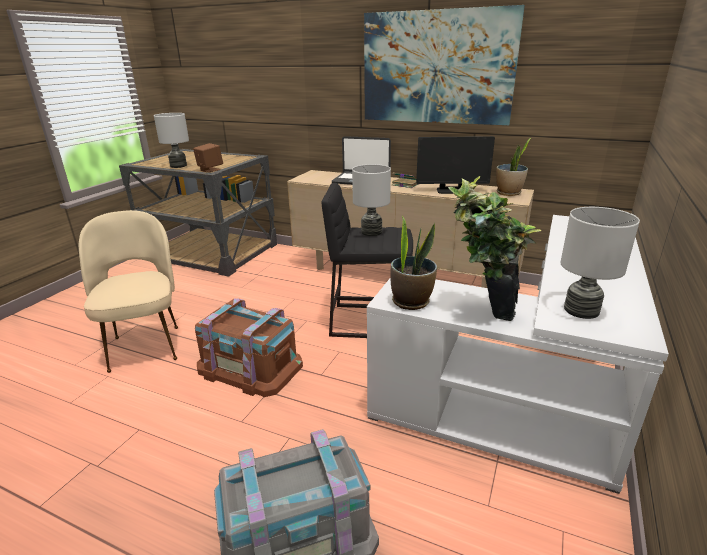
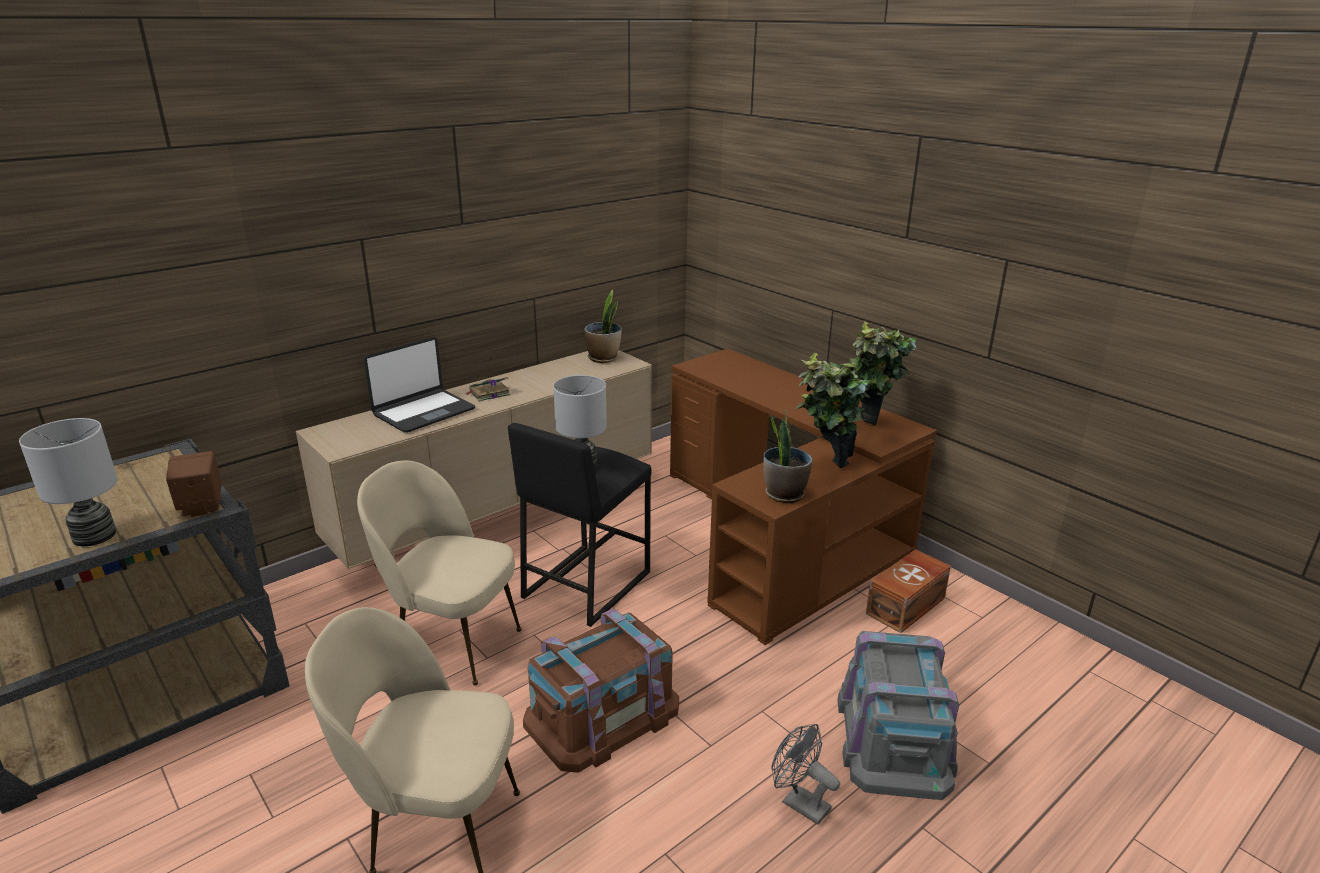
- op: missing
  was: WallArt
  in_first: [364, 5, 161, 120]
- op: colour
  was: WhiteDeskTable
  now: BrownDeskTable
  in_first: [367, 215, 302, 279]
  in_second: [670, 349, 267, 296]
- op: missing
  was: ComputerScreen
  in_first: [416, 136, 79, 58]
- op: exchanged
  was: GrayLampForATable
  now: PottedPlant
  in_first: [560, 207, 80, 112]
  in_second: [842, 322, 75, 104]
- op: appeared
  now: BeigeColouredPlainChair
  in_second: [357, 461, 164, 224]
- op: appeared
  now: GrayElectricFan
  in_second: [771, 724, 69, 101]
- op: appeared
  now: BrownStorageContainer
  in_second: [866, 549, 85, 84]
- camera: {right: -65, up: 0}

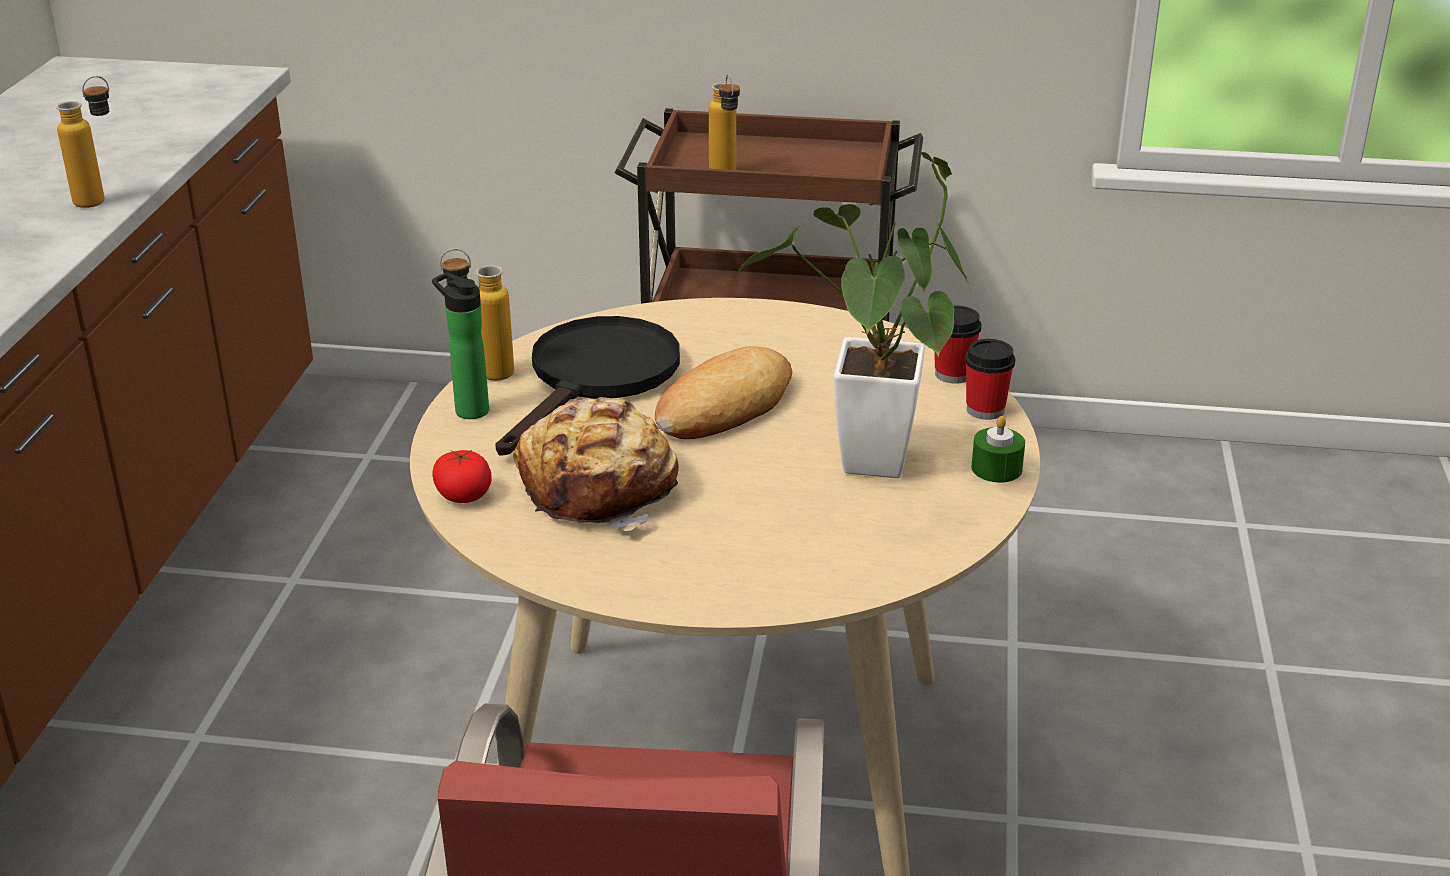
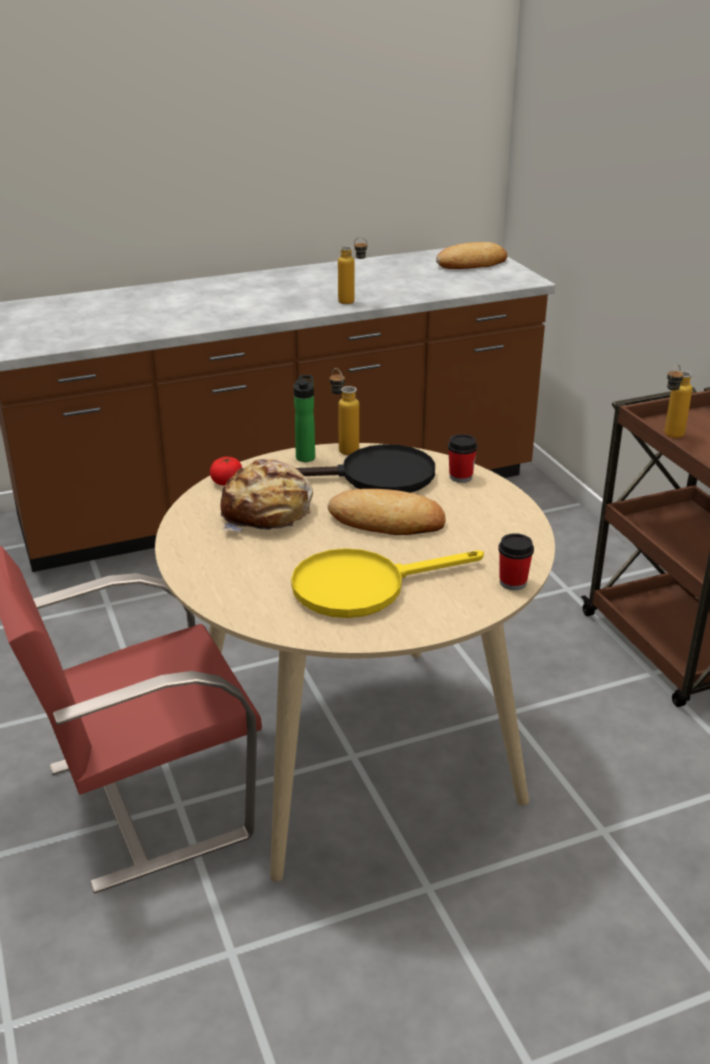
- op: exchanged
  was: PottedPlant
  now: YellowFryingPan
  in_first: [737, 152, 232, 326]
  in_second: [291, 548, 193, 70]
- op: relocated
  was: DrinkingCup
  in_first: [965, 339, 50, 81]
  in_second: [448, 434, 30, 49]
- op: missing
  was: GreenWaxLight
  in_first: [971, 416, 54, 66]
- op: appeared
  now: BakeryBread
  in_second: [436, 242, 71, 27]
- camera: {right: 60, up: 0}

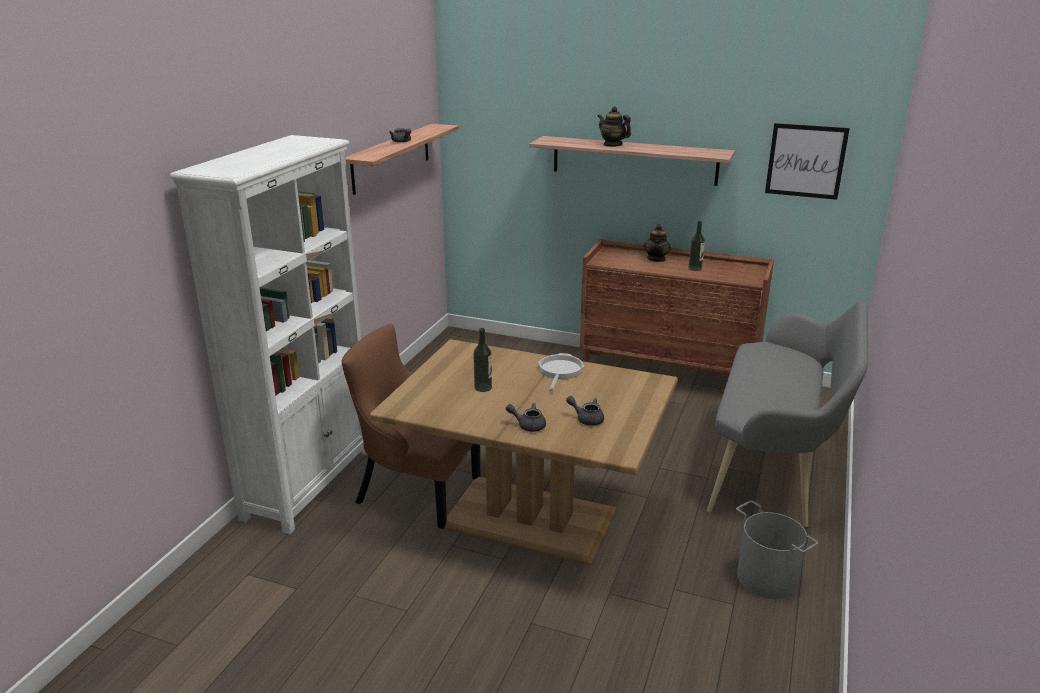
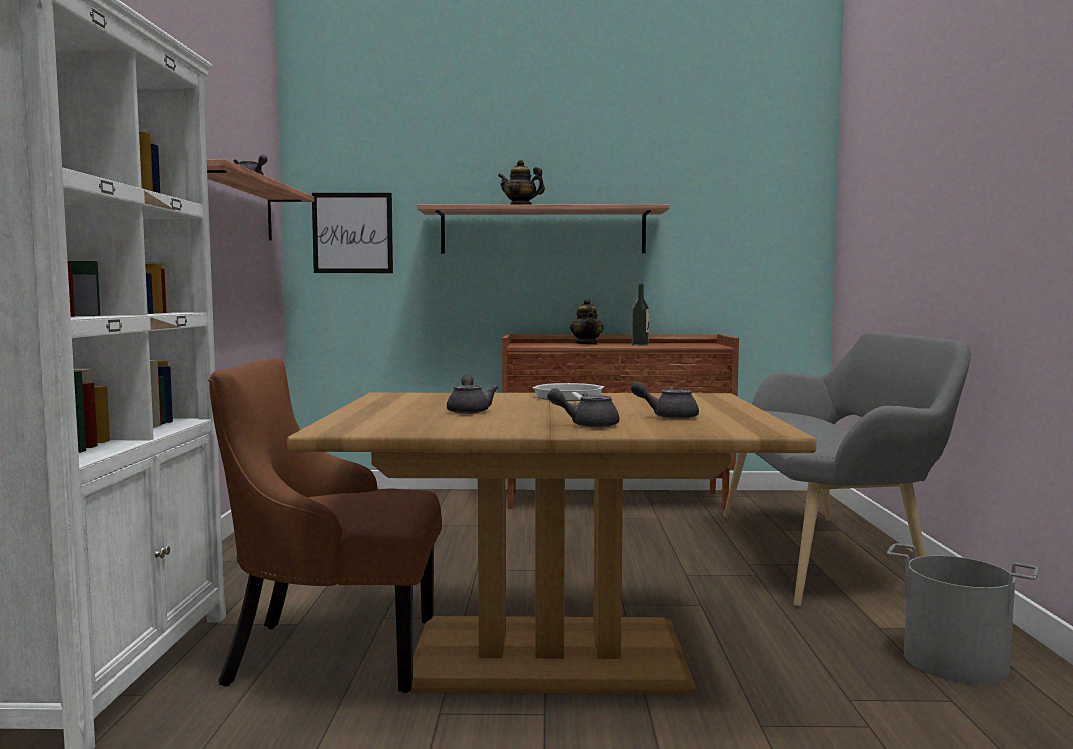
- op: exchanged
  was: DrinkBottle
  now: GrayTeaPot
  in_first: [473, 328, 19, 64]
  in_second: [447, 375, 51, 39]
- op: relocated
  was: WallArt
  in_first: [765, 123, 85, 77]
  in_second: [312, 193, 81, 80]
- camera: {right: -20, up: -20}

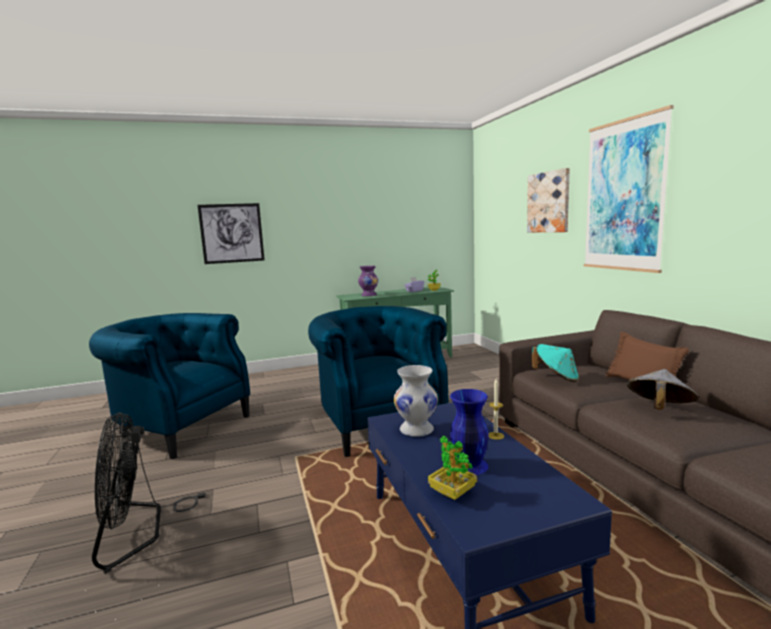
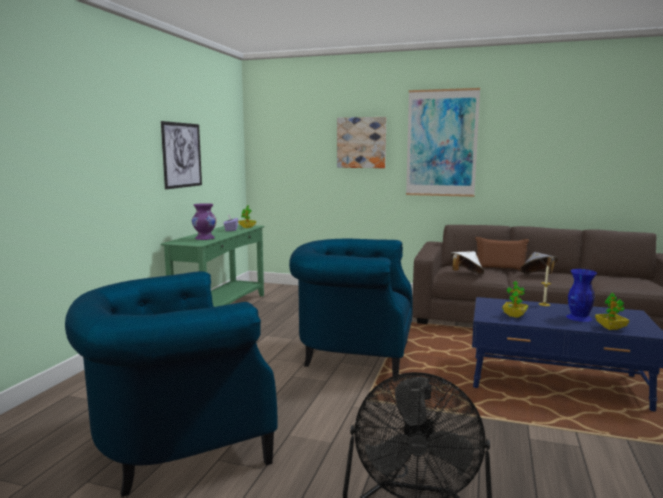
- op: relocated
  was: WallArt
  in_first: [198, 203, 67, 61]
  in_second: [161, 121, 41, 68]
- op: exchanged
  was: WhiteDecorativeVase
  now: PottedPlant
  in_first: [394, 365, 44, 72]
  in_second: [502, 281, 26, 37]
- op: colour
  was: BlueGreenHat
  now: WhiteHat
  in_first: [532, 344, 47, 38]
  in_second: [451, 251, 33, 23]
- camera: {right: -55, up: 0}

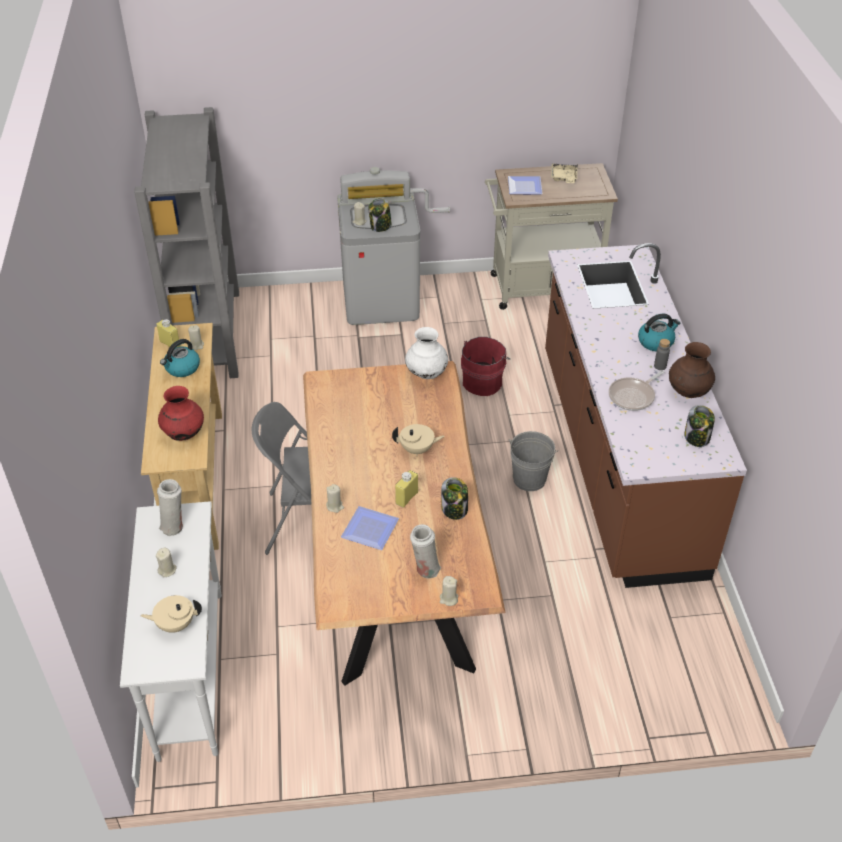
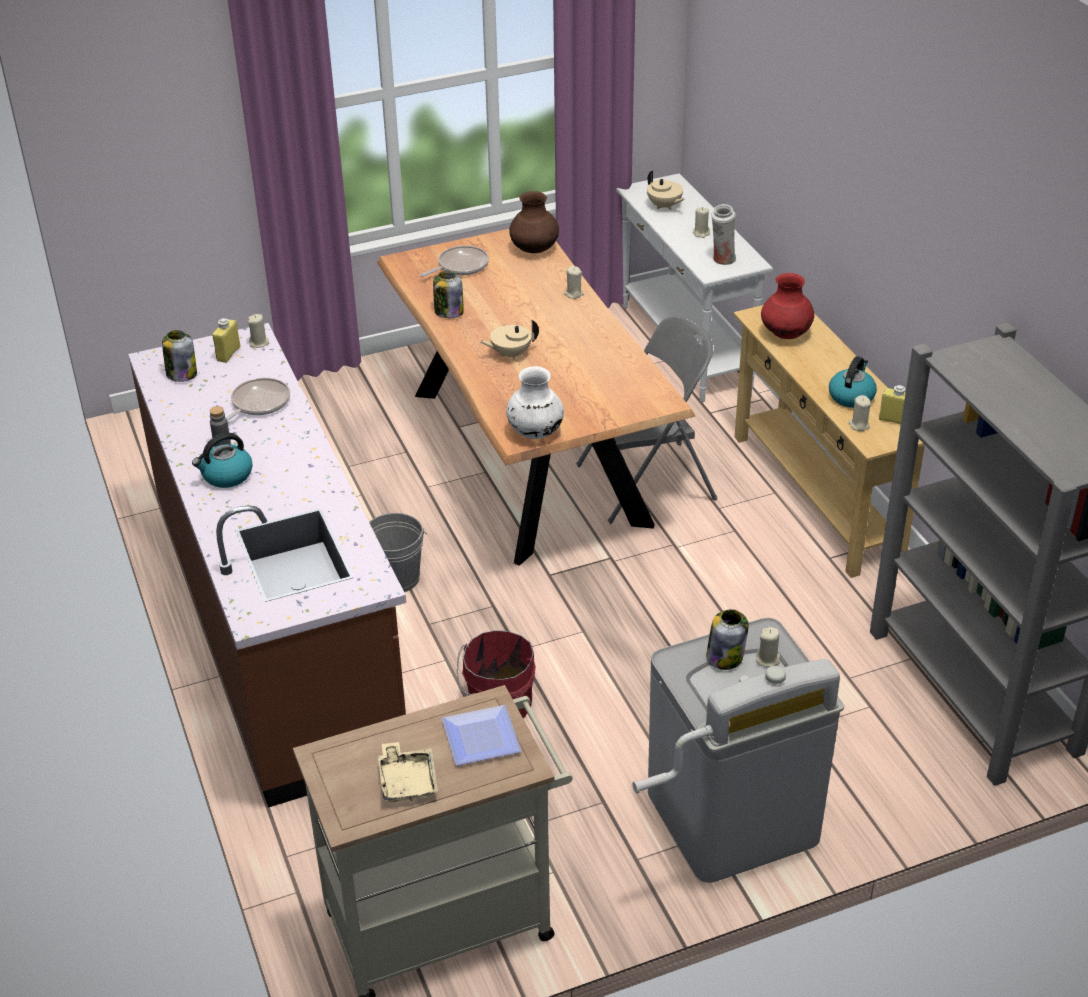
- op: spun
  was: BeigeColouredTeaPot
  in_first: [140, 595, 62, 38]
  in_second: [647, 171, 38, 39]
  clockwise: 75
- op: missing
  was: FlatDish
  in_first: [341, 506, 58, 44]
- op: relocated
  was: YellowDrinkBottle
  in_first: [395, 470, 23, 38]
  in_second: [212, 318, 28, 45]
- op: exchanged
  was: WhiteDecorativeVase
  now: FryingPan
  in_first: [410, 524, 31, 55]
  in_second: [420, 245, 69, 32]
- op: relocated
  was: BeigeColouredWaxLight
  in_first: [440, 576, 18, 30]
  in_second: [248, 314, 21, 34]
- op: relocated
  was: BrownDecorativeVase
  in_first: [669, 342, 46, 56]
  in_second: [509, 191, 50, 62]
- camera: {right: 165, up: -5}

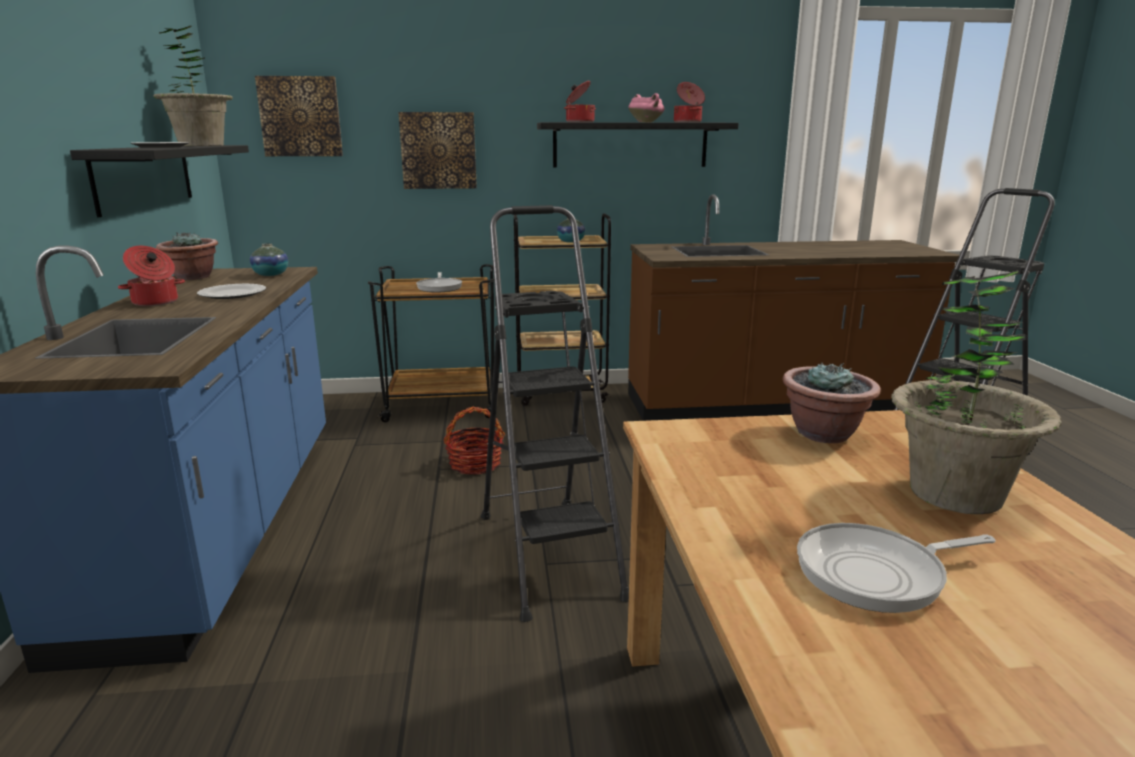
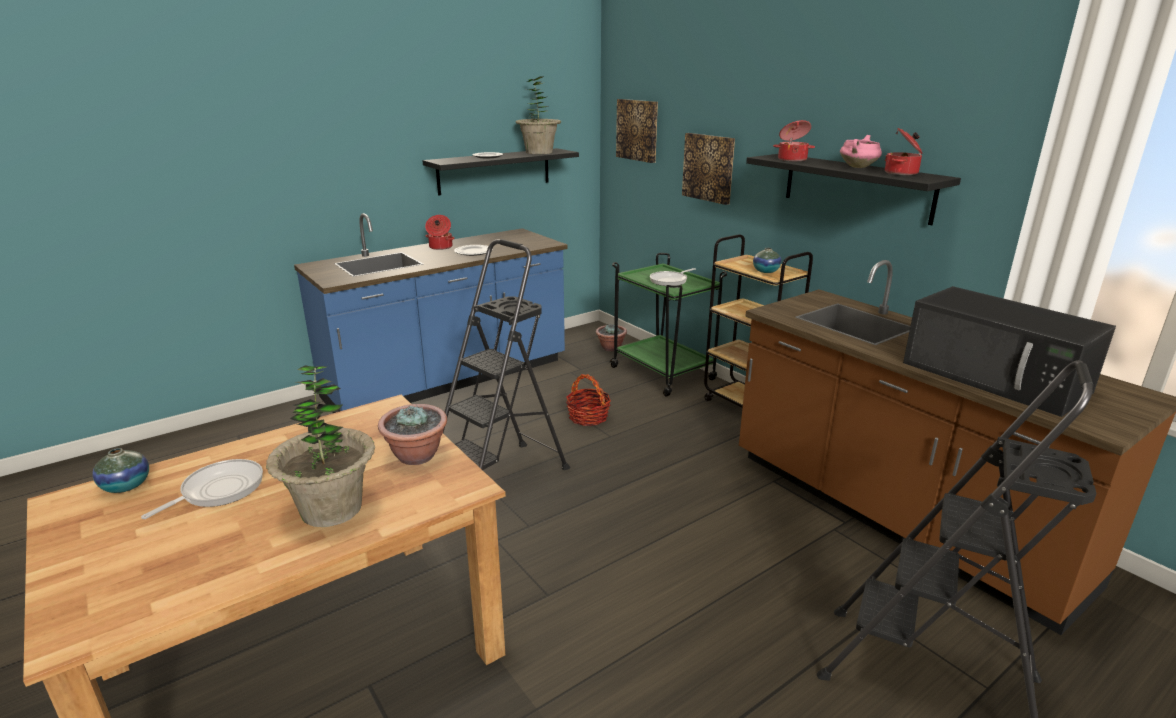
- op: relocated
  was: PottedPlant
  in_first: [156, 232, 62, 48]
  in_second: [596, 323, 31, 29]
- op: relocated
  was: DecorativeVase
  in_first: [250, 243, 38, 33]
  in_second: [92, 448, 57, 45]
- op: colour
  was: BrownTrolley
  now: GreenTrolley
  in_first: [368, 264, 126, 158]
  in_second: [609, 253, 118, 143]
- op: spun
  was: FryingPan
  in_first: [797, 523, 199, 90]
  in_second: [141, 459, 122, 60]
  clockwise: 75
- op: appeared
  now: BlackColouredMicrowave
  in_second: [903, 286, 213, 131]
- camera: {right: 60, up: 5}

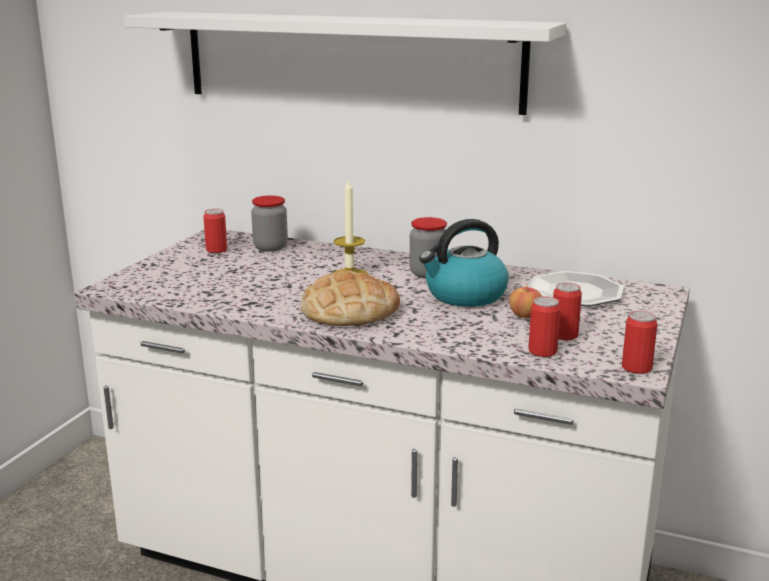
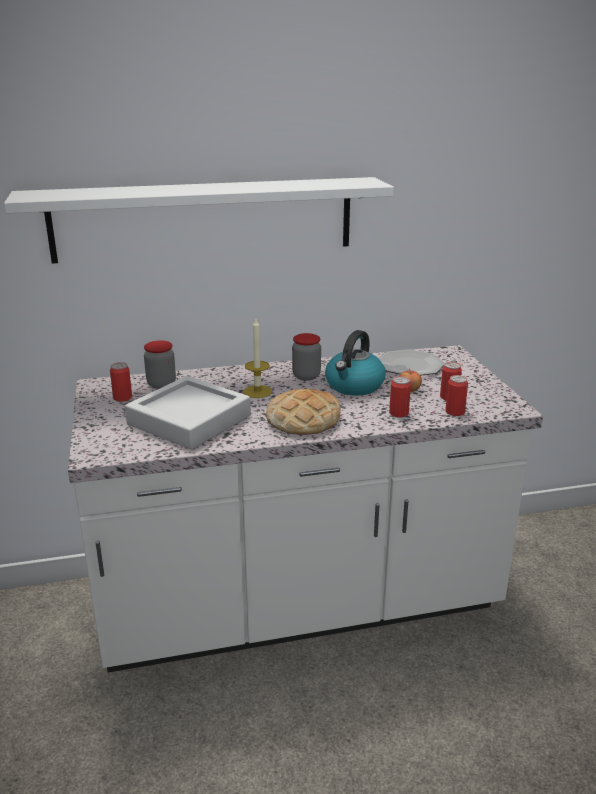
- op: relocated
  was: MetalCan
  in_first: [622, 311, 35, 63]
  in_second: [389, 376, 22, 41]
- op: appeared
  now: GrayCarryingTray
  in_second: [125, 376, 126, 74]
- camera: {right: -35, up: 5}

